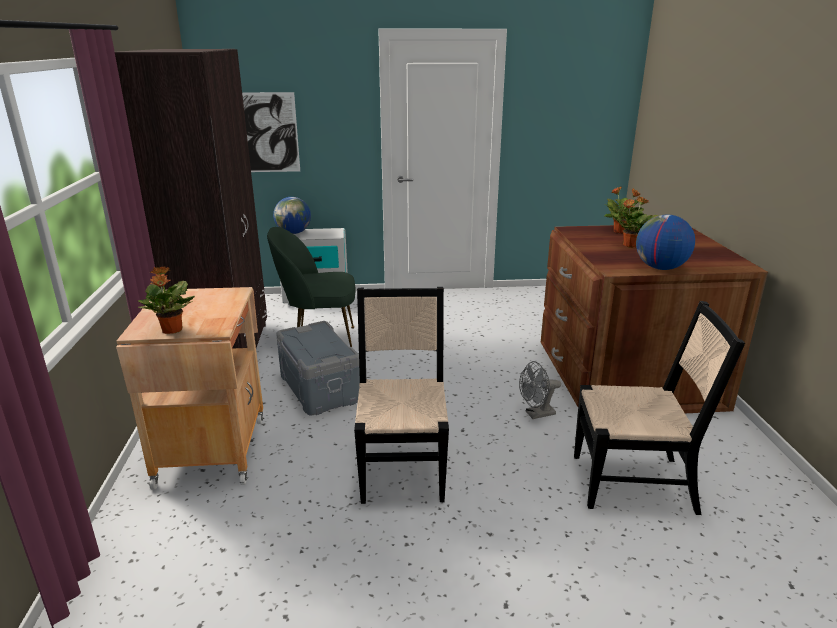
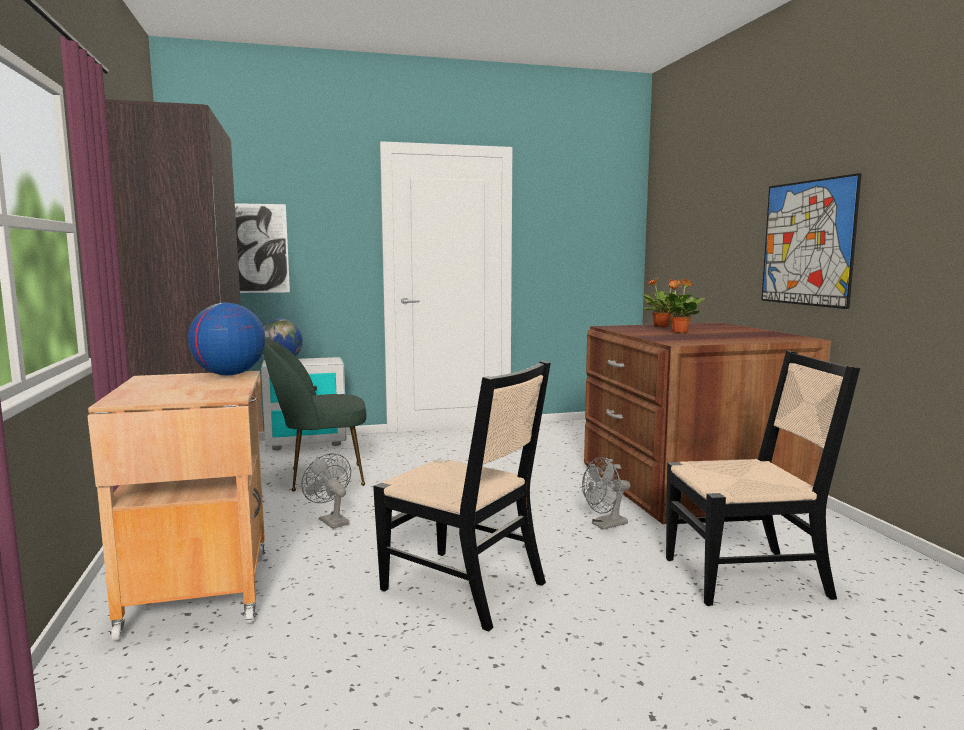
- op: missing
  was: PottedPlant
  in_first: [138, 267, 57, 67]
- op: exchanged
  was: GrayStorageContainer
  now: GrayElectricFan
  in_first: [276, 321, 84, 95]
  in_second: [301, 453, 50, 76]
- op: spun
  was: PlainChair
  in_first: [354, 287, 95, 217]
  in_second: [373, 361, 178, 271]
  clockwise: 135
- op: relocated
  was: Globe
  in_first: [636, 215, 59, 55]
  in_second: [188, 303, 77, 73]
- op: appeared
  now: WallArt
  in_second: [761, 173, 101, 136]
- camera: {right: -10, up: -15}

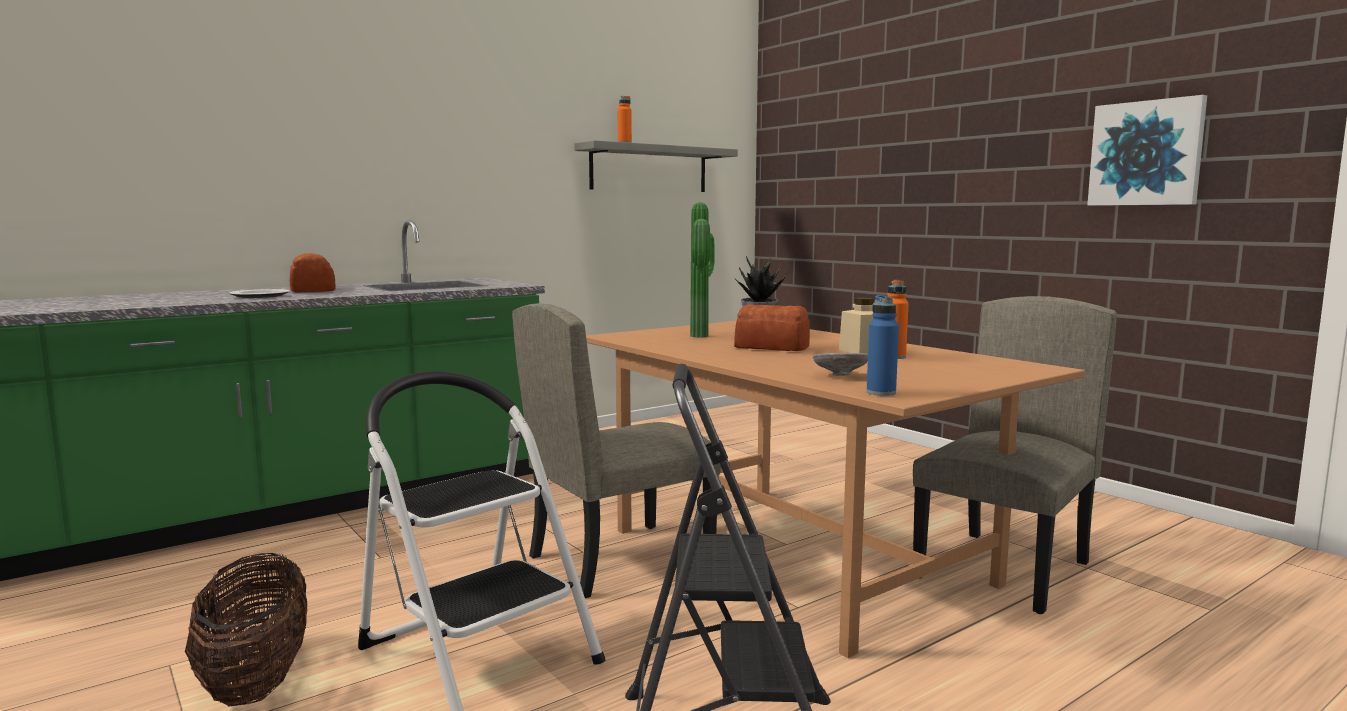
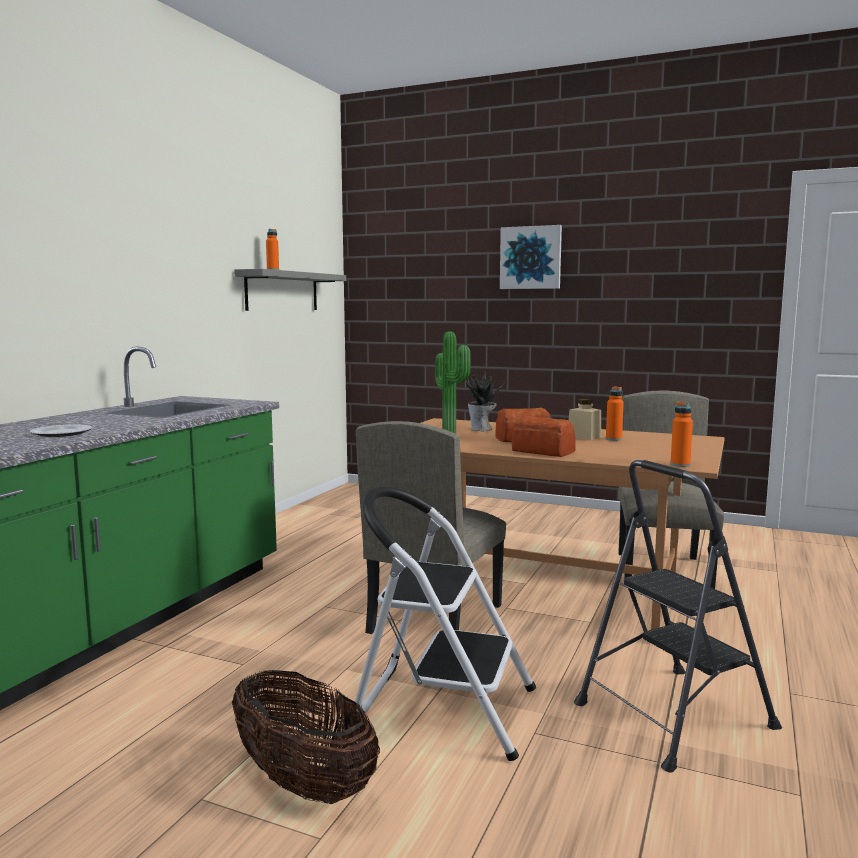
- op: relocated
  was: BakeryBread
  in_first: [289, 253, 47, 40]
  in_second: [512, 416, 63, 41]
- op: missing
  was: GrayServingBowl
  in_first: [813, 353, 55, 23]
- op: colour
  was: BlueDrinkBottle
  now: OrangeyDrinkBottle
  in_first: [866, 295, 33, 101]
  in_second: [670, 401, 23, 66]
- op: relocated
  was: WallArt
  in_first: [1087, 95, 120, 111]
  in_second: [500, 225, 62, 64]
- camera: {right: -30, up: 0}

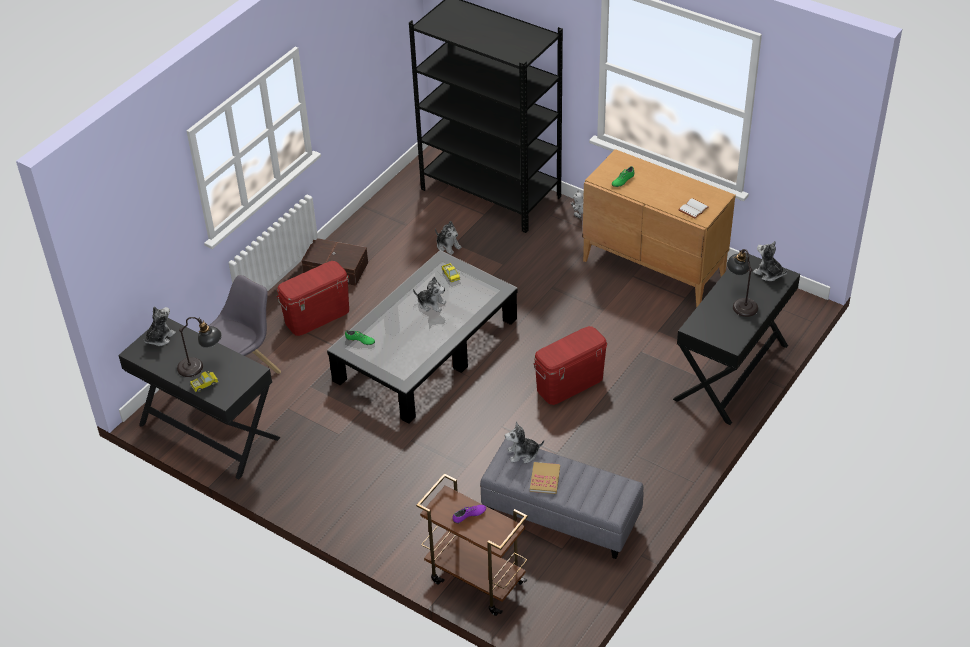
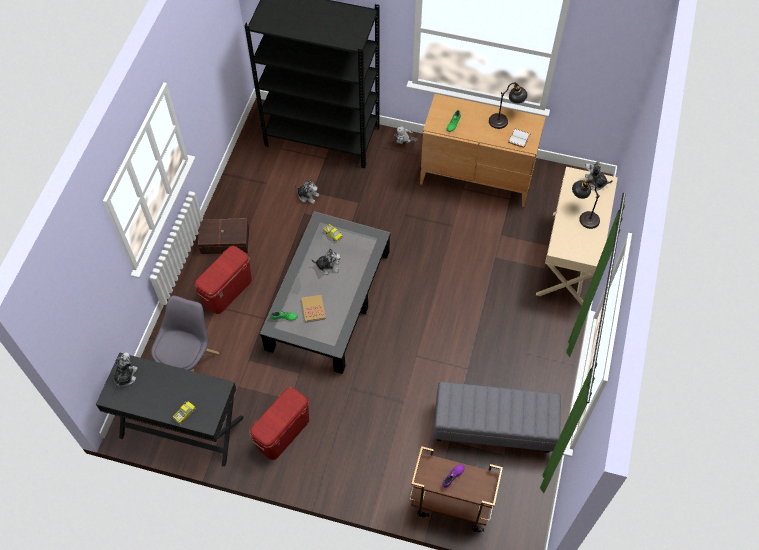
- op: relocated
  was: GrayLampForATable
  in_first: [177, 317, 45, 60]
  in_second: [489, 82, 39, 47]
- op: missing
  was: CuddlyToy
  in_first: [505, 421, 39, 42]
- op: relocated
  was: Volume
  in_first: [530, 462, 30, 32]
  in_second: [301, 295, 25, 27]
- op: relocated
  was: RedStorageContainer
  in_first: [533, 326, 74, 79]
  in_second: [250, 387, 59, 73]
- op: colour
  was: BlackColouredDeskTable
  now: BeigeColouredDeskTable
  in_first: [673, 253, 127, 172]
  in_second: [536, 167, 82, 139]
- camera: {right: -20, up: 15}

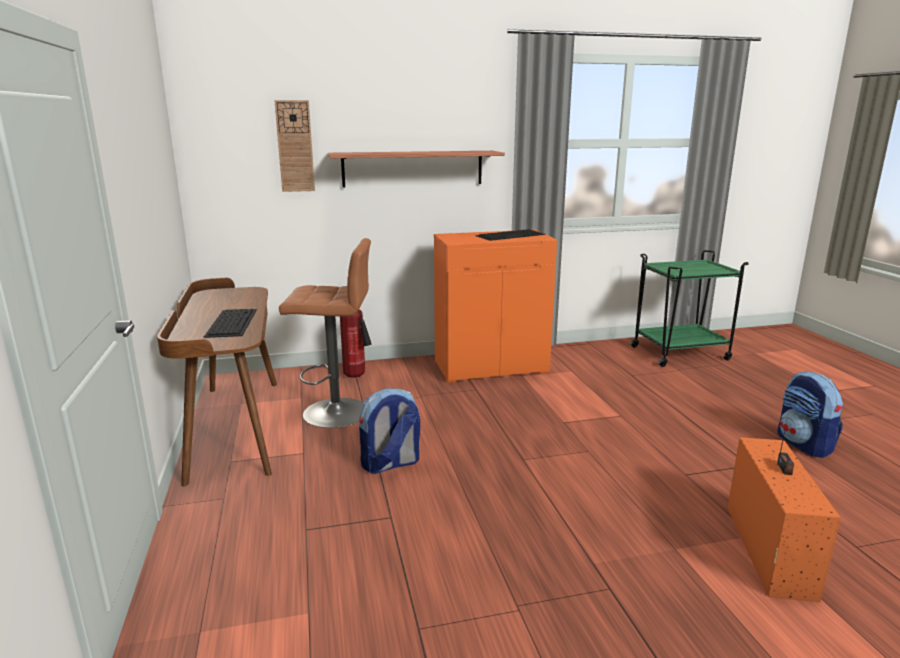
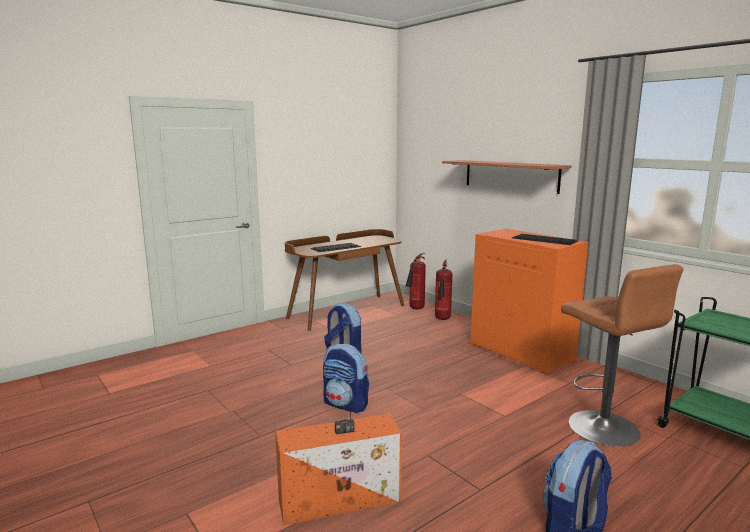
- op: missing
  was: WallClock
  in_first: [274, 100, 41, 92]
- op: relocated
  was: BrownStool
  in_first: [279, 238, 92, 190]
  in_second: [561, 264, 123, 183]
- op: appeared
  now: Backpack
  in_second: [323, 344, 46, 69]
- op: appeared
  now: FireExtinguisher
  in_second: [406, 253, 20, 56]
- camera: {right: 65, up: -5}

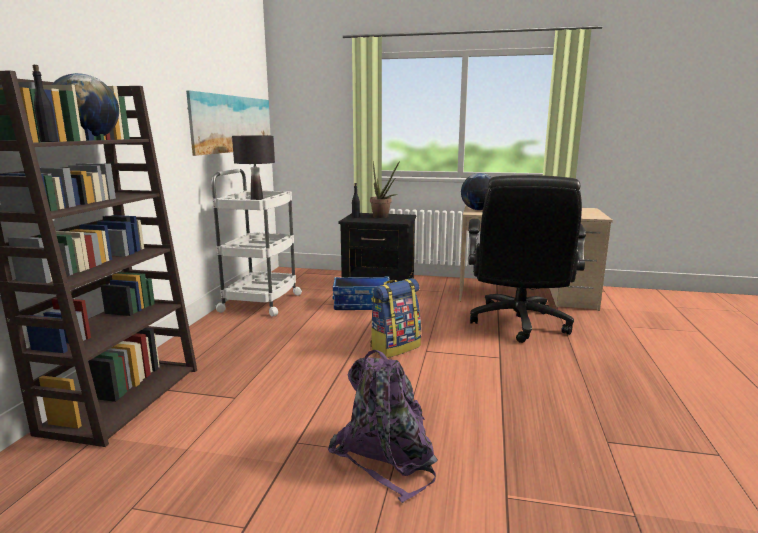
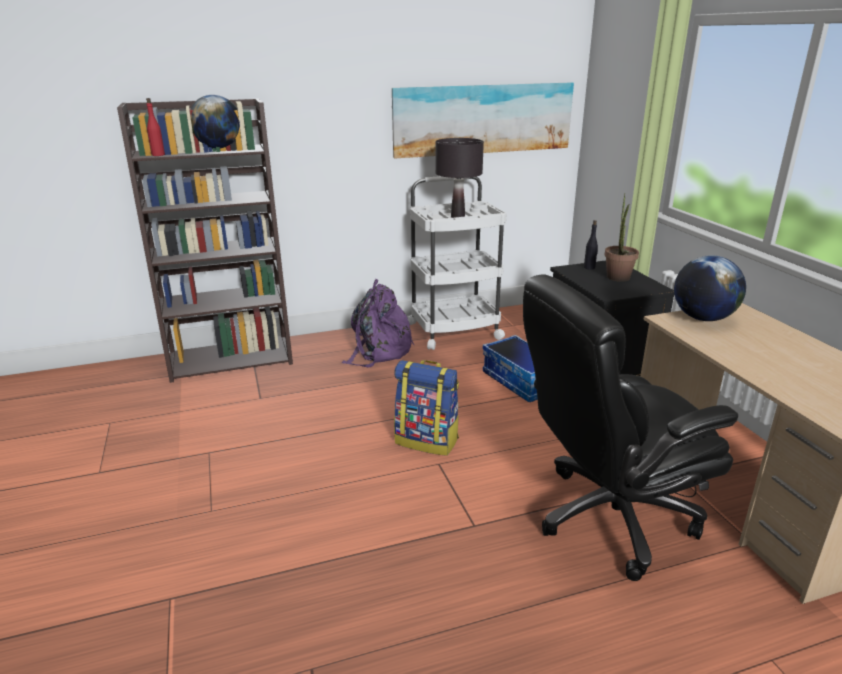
- op: colour
  was: BlackColouredDrinkBottle
  now: RedDrinkBottle
  in_first: [32, 65, 26, 77]
  in_second: [146, 98, 19, 58]
- op: relocated
  was: PurplishBackpack
  in_first: [328, 350, 110, 153]
  in_second: [342, 279, 72, 88]
- camera: {right: 60, up: 10}

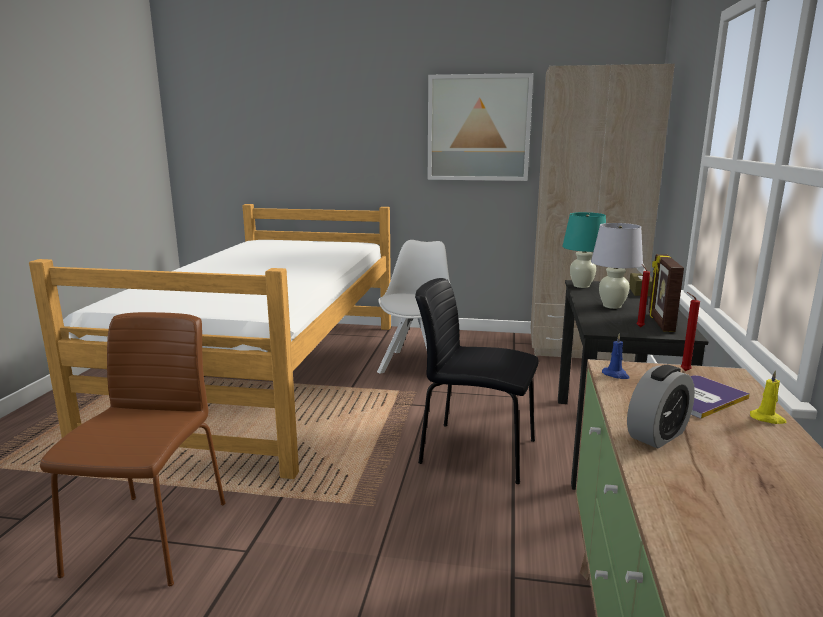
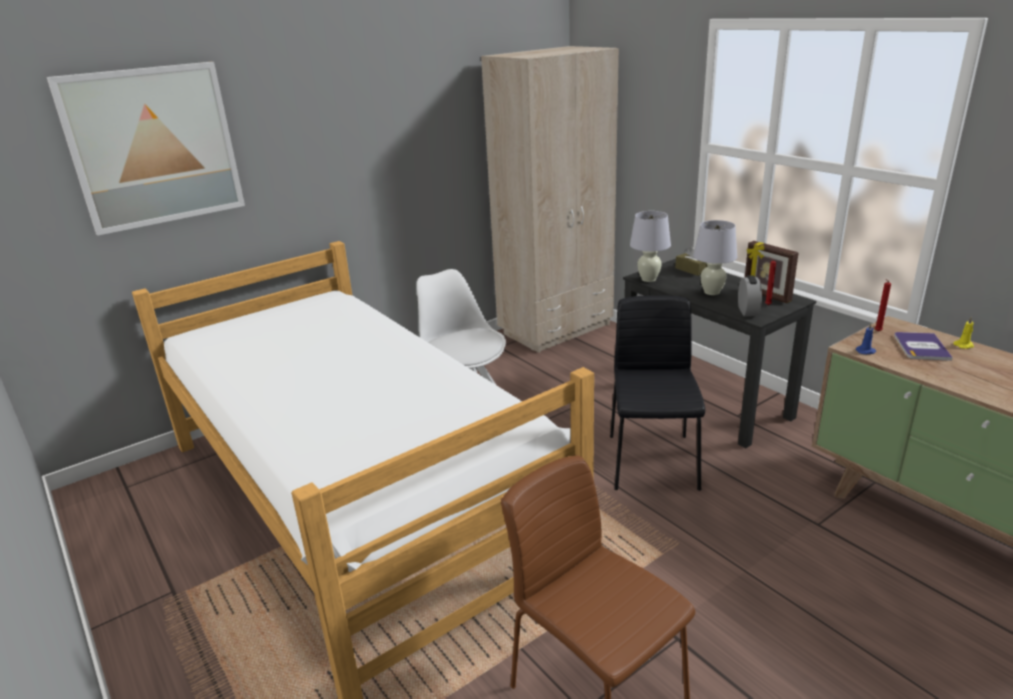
- op: spun
  was: BlackColouredPlainChair
  in_first: [415, 278, 124, 206]
  in_second: [610, 295, 95, 196]
  clockwise: 120
- op: relocated
  was: WallArt
  in_first: [428, 73, 106, 108]
  in_second: [47, 62, 198, 174]
- op: colour
  was: BlueGreenLampForATable
  now: WhiteLampForATable
  in_first: [563, 212, 43, 76]
  in_second: [630, 211, 41, 71]
- op: relocated
  was: AlarmClock
  in_first: [627, 365, 68, 84]
  in_second: [738, 275, 24, 41]
- camera: {right: -45, up: 10}

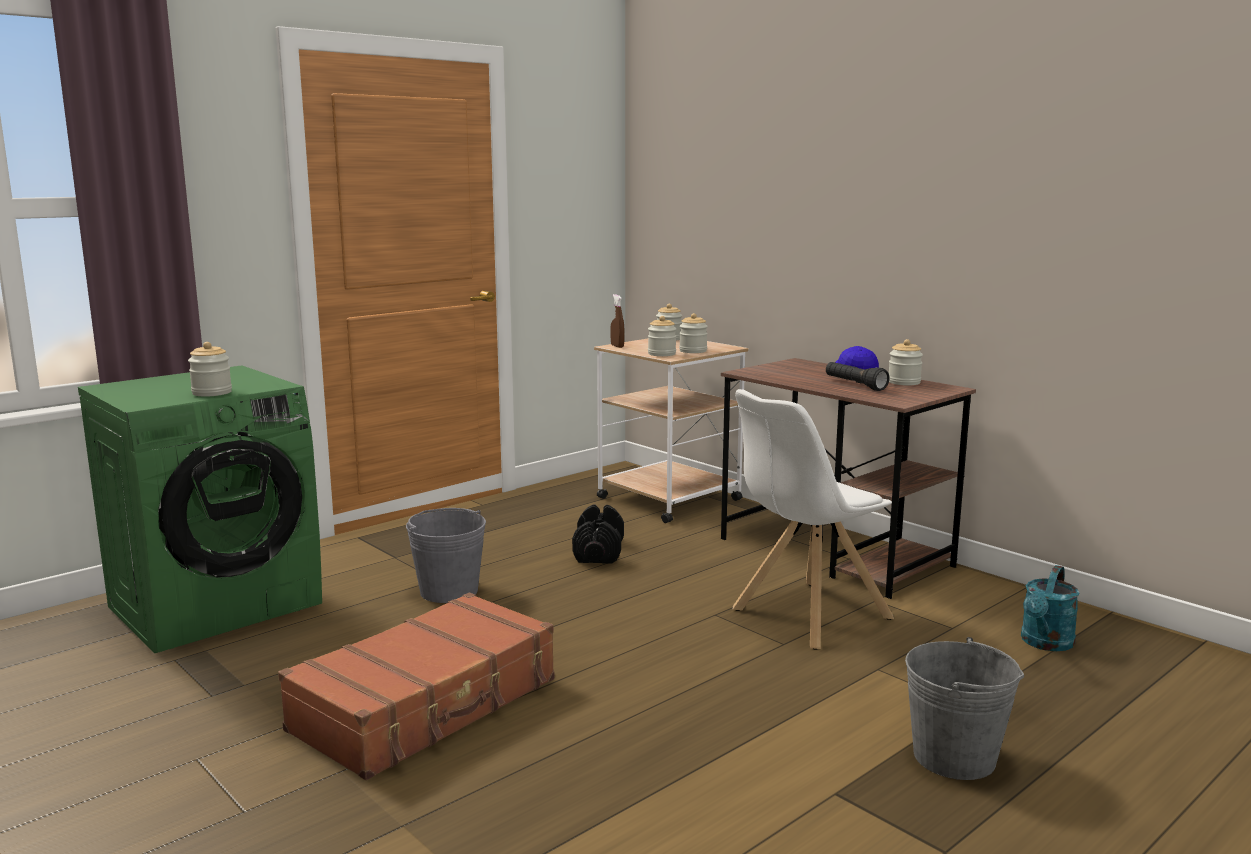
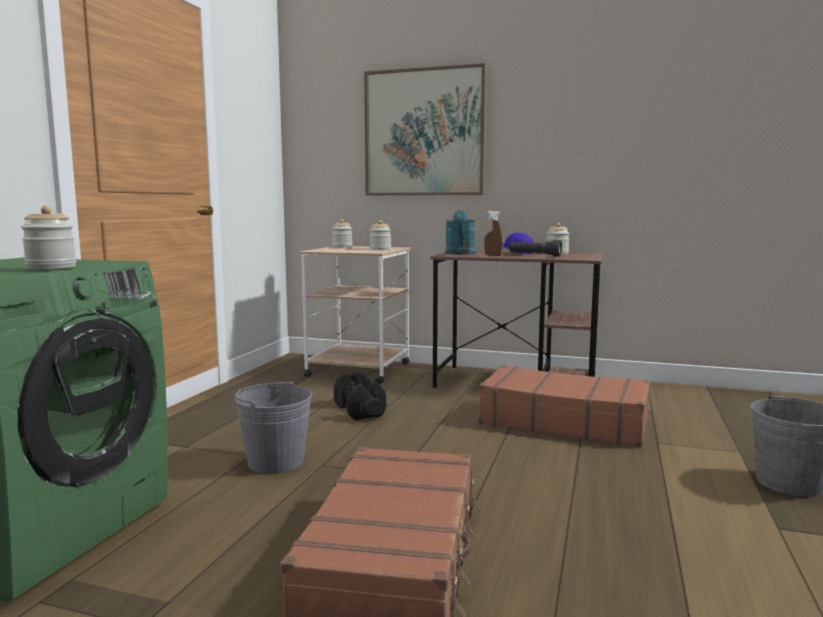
- op: relocated
  was: BrownHandSprayer
  in_first: [610, 294, 15, 54]
  in_second: [484, 211, 19, 45]
- op: missing
  was: PreserveJar
  in_first: [648, 316, 28, 40]
- op: exchanged
  was: WhitePlainChair
  now: BrownTravelCase
  in_first: [733, 389, 161, 260]
  in_second: [478, 365, 172, 82]
- op: relocated
  was: BlueGreenWateringCan
  in_first: [1021, 565, 59, 86]
  in_second: [445, 210, 31, 45]
- op: appeared
  now: WallArt
  in_second: [364, 63, 122, 132]
- camera: {right: -30, up: -5}

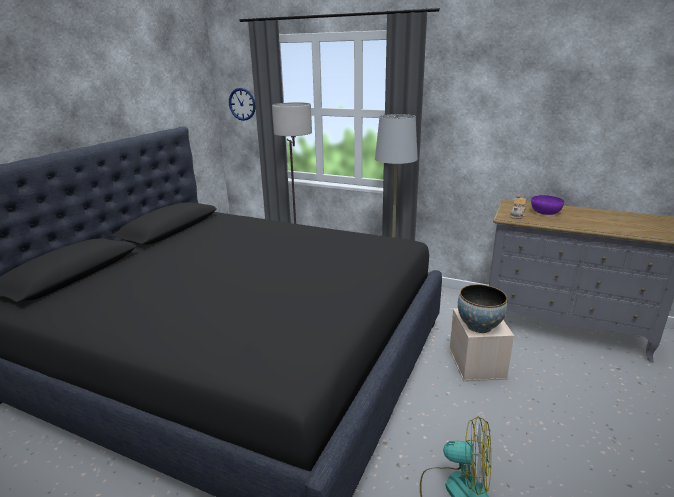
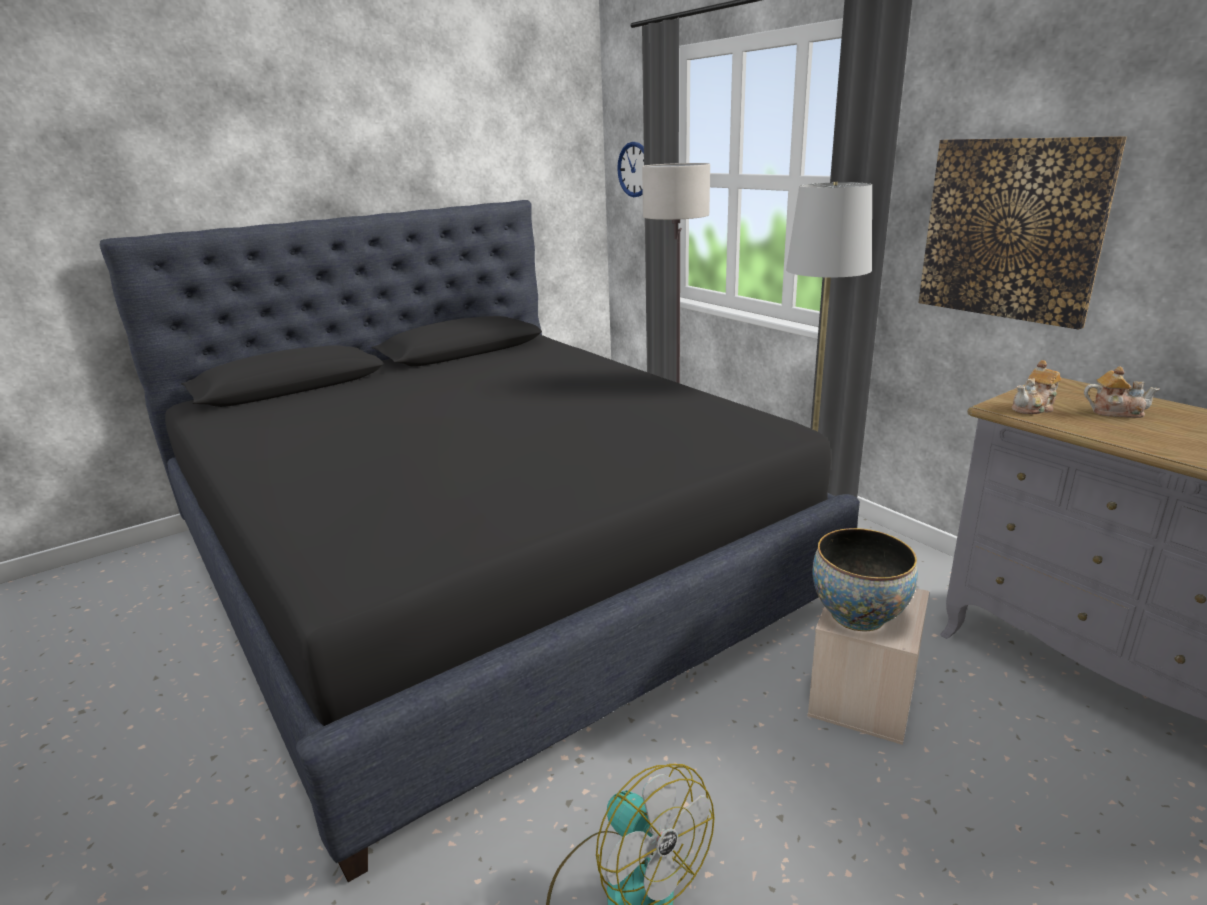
- op: exchanged
  was: PurplishServingBowl
  now: TeaPot
  in_first: [531, 195, 33, 20]
  in_second: [1084, 366, 76, 52]
- op: appeared
  now: WallArt
  in_second: [918, 136, 209, 194]
- camera: {right: 30, up: 0}

